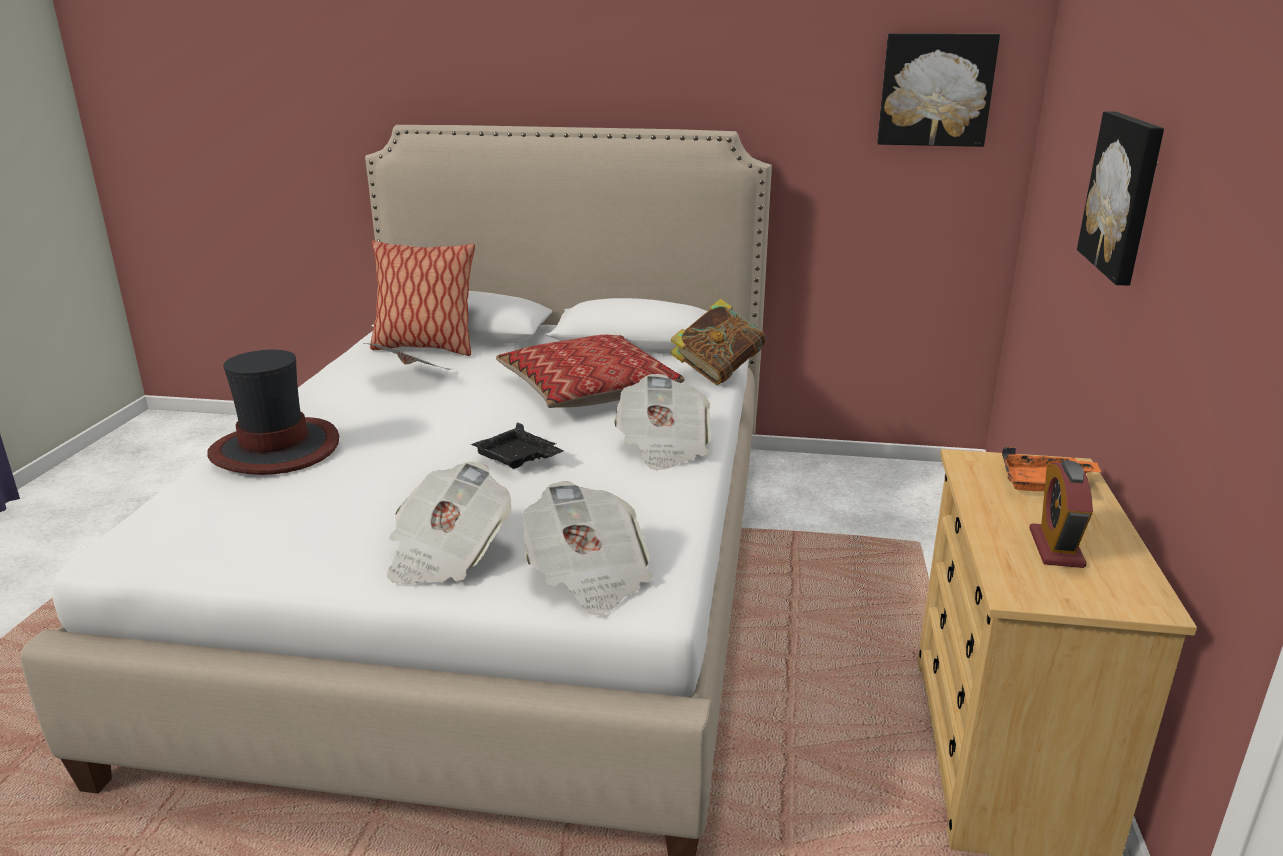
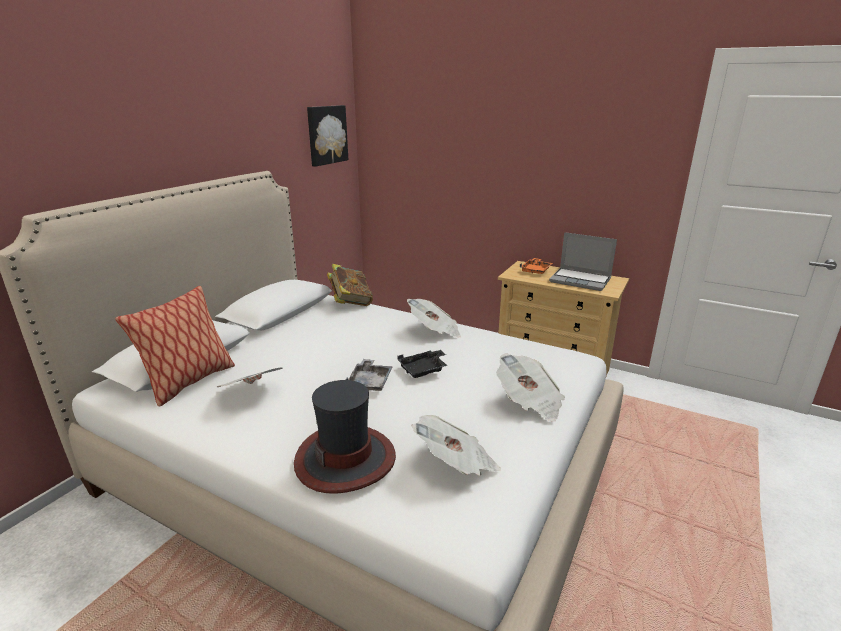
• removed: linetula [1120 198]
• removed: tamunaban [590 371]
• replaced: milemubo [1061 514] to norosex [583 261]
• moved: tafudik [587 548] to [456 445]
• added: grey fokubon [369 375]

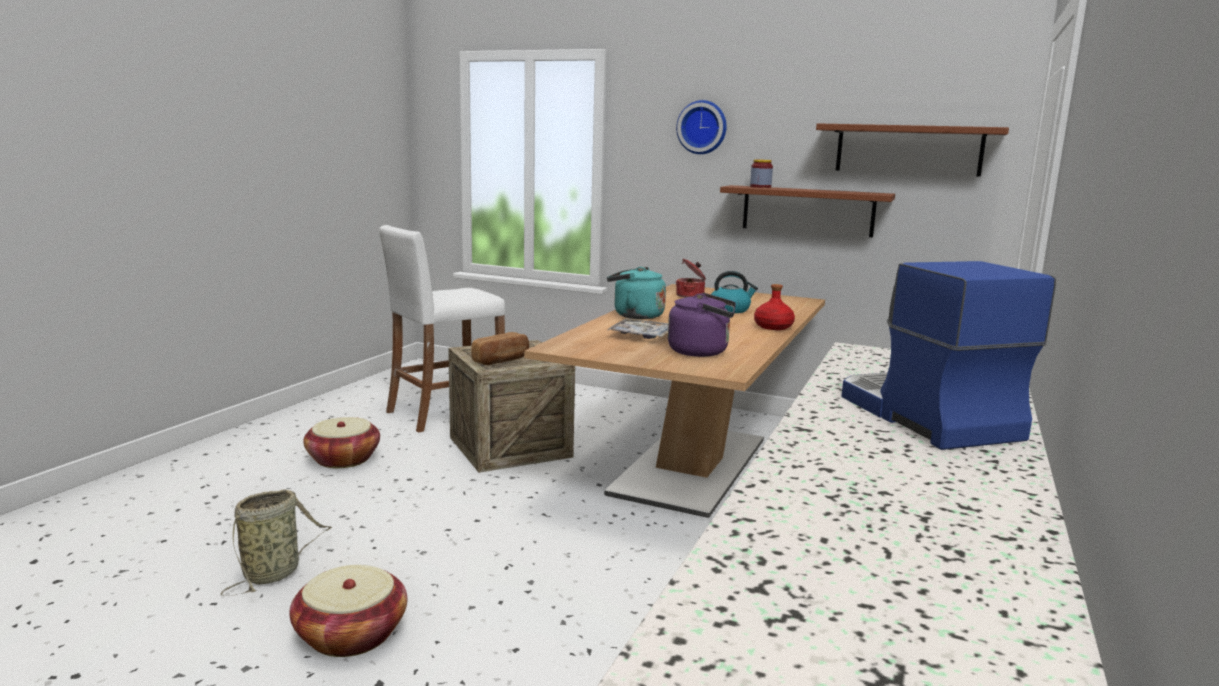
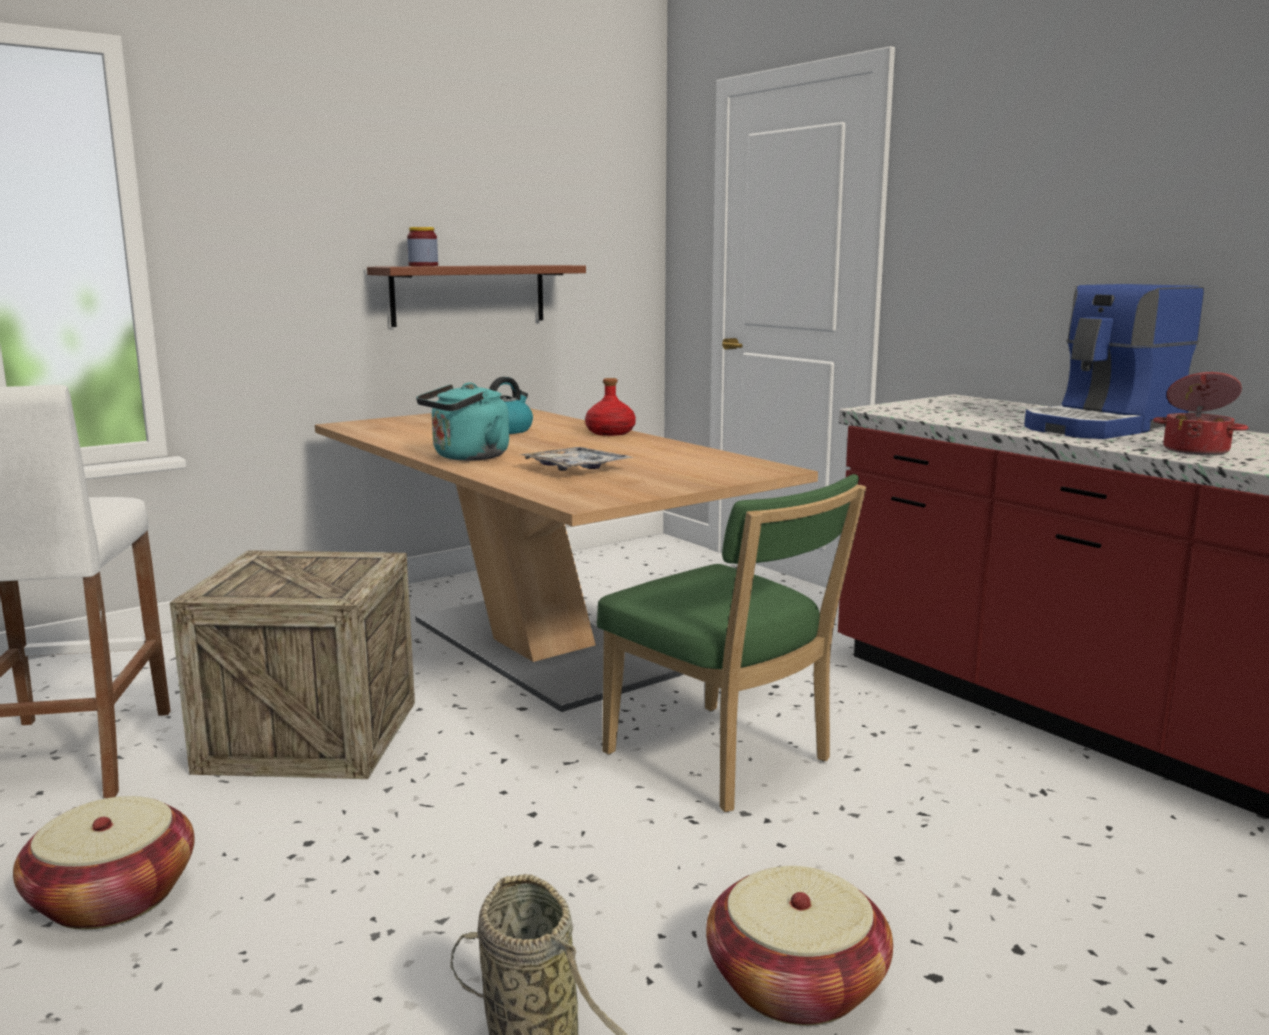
• removed: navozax [701 127]
• removed: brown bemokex [912 150]
• moved: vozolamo [691 278] to [1200 413]
• turned: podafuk [949 355] = [1114 361] 45 degrees counterclockwise
• removed: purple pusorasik [702 325]
• removed: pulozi [500 348]
• added: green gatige [731 643]

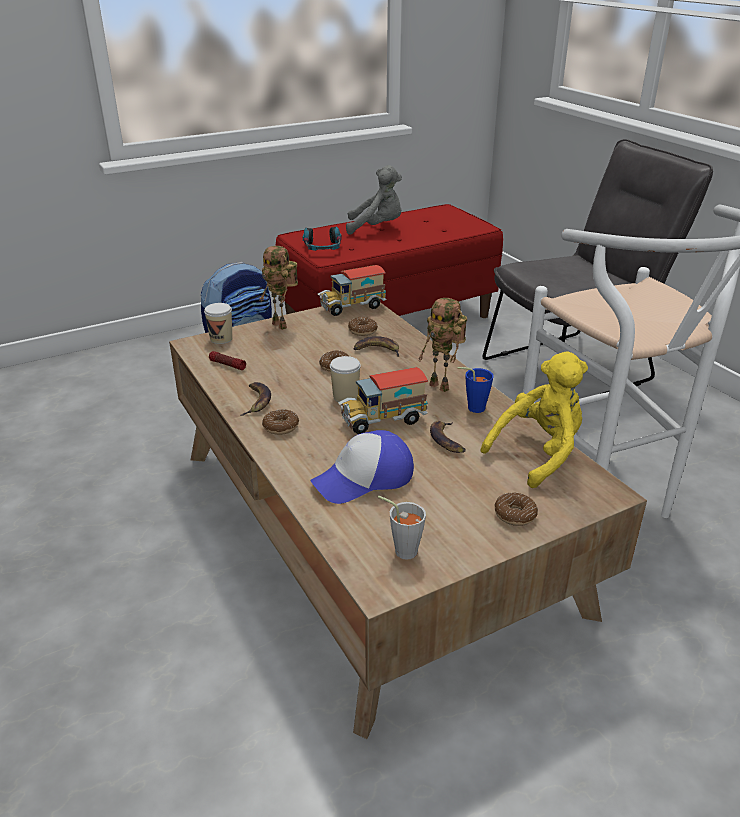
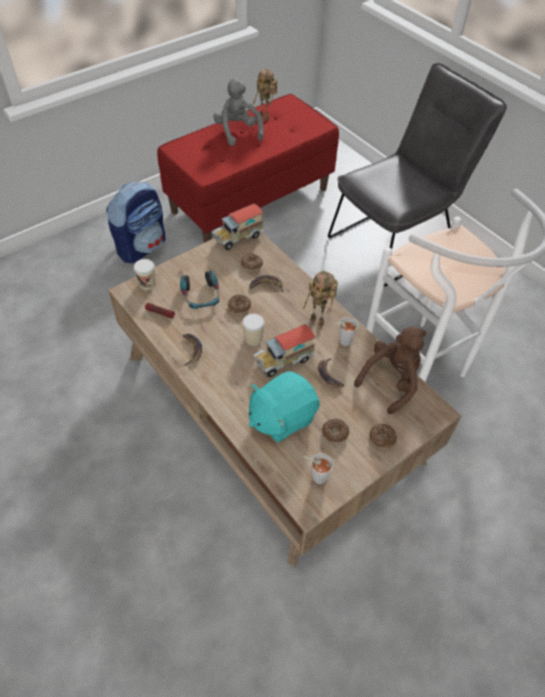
• turned: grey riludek [374 200] = [238 112] 105 degrees counterclockwise
• moved: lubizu [322 239] to [199 289]
• moved: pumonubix [278 288] to [265 95]
• recoloured: yellow riludek [534 419] to brown riludek [390 370]
• recoloured: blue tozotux [475 390] to grey tozotux [346 331]
• moved: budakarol [280 422] to [335 430]
• replaced: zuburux [362 467] to turquoise riludek [284 407]

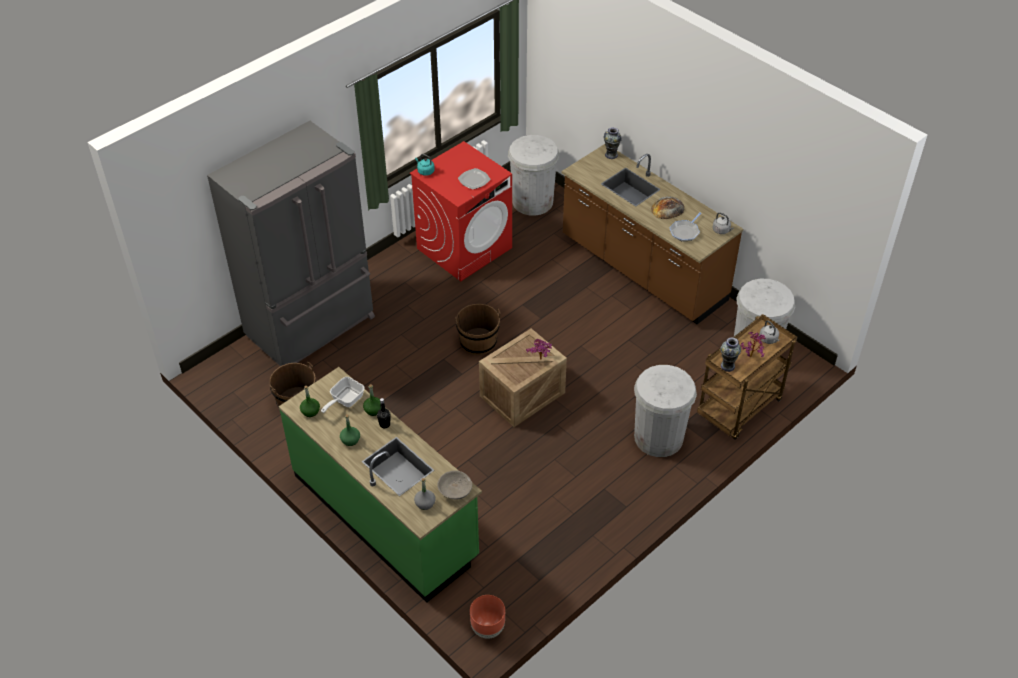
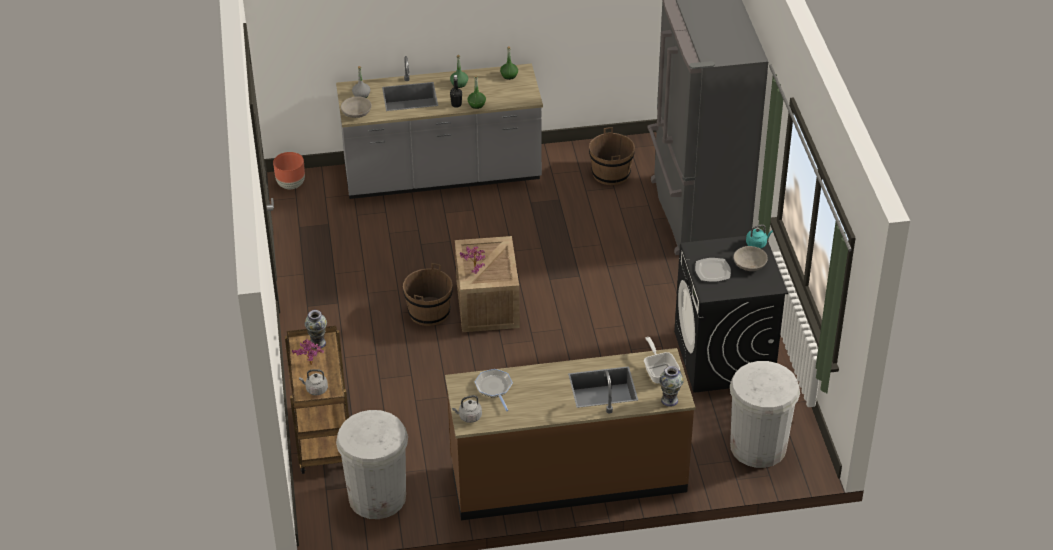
• recoloured: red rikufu [461 211] to black rikufu [731 314]
• removed: pulozi [668 207]
• moved: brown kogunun [477 329] to [428 294]
• removed: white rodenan [665 411]
• recoloured: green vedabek [380 485] to grey vedabek [439 127]
• moved: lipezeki [343 395] to [662 360]
• added: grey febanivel [750 258]

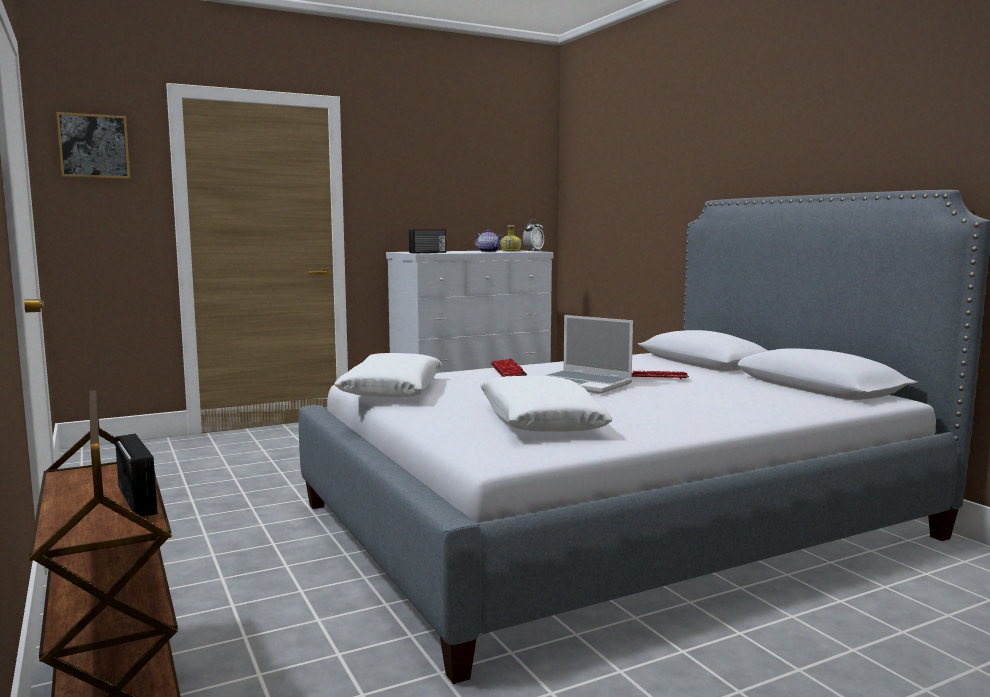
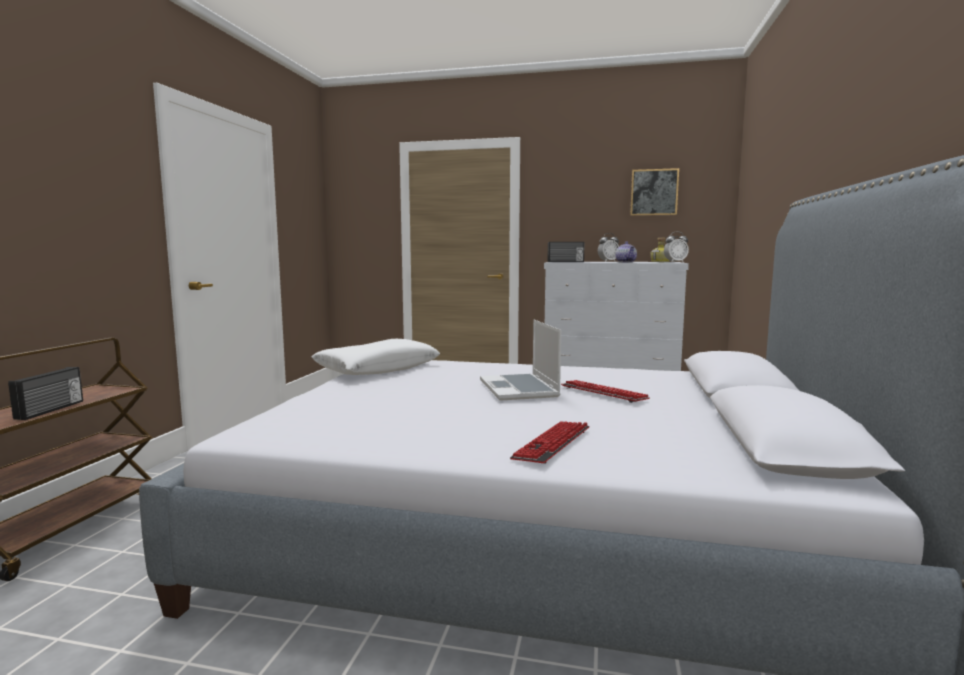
• moved: linetula [93 145] to [654 192]
• moved: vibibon [509 367] to [550 442]
• removed: white tamunaban [546 404]
• added: milemubo [608 247]

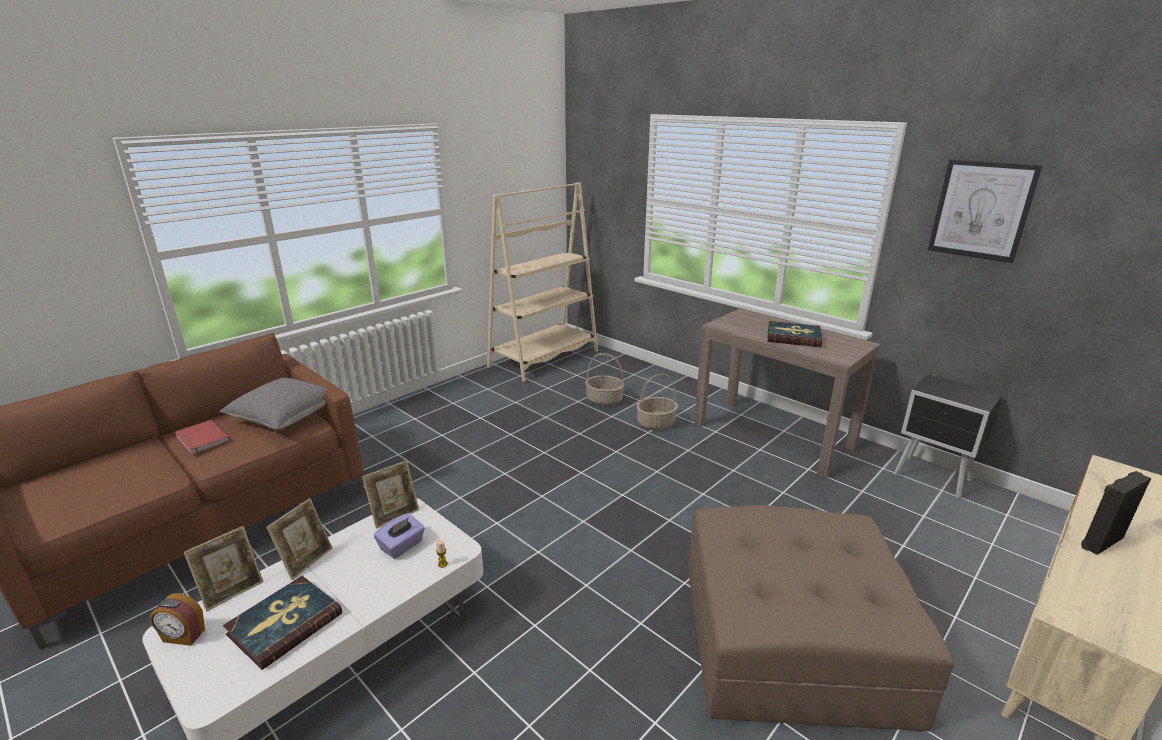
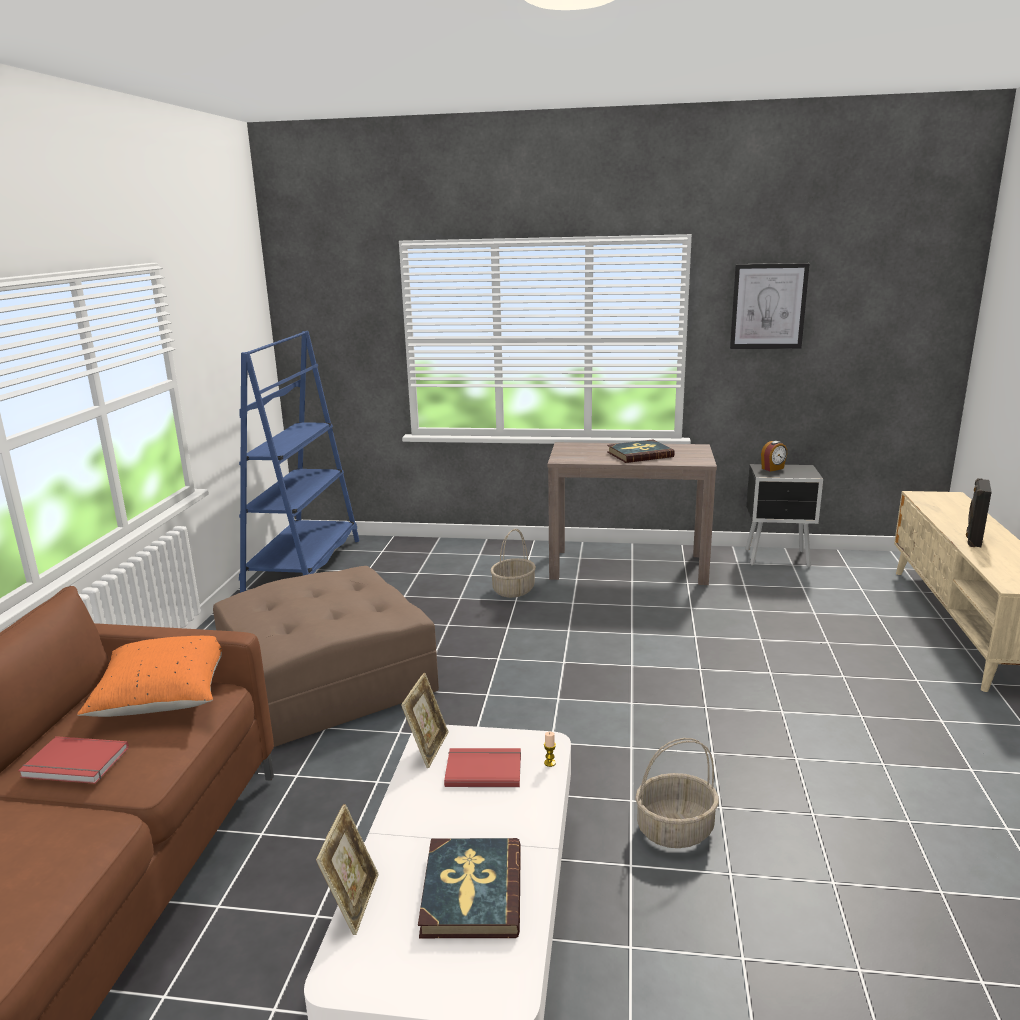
• recoloured: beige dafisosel [542 282] to blue dafisosel [299 462]
• moved: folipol [605 379] to [677 793]
• recoloured: grey tamunaban [273 404] to orange tamunaban [149 676]
• removed: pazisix [299 539]
• moved: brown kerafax [821 618] to [326 656]
• replaced: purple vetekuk [399 536] to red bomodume [482 767]
• moved: milemubo [177 619] to [774 456]

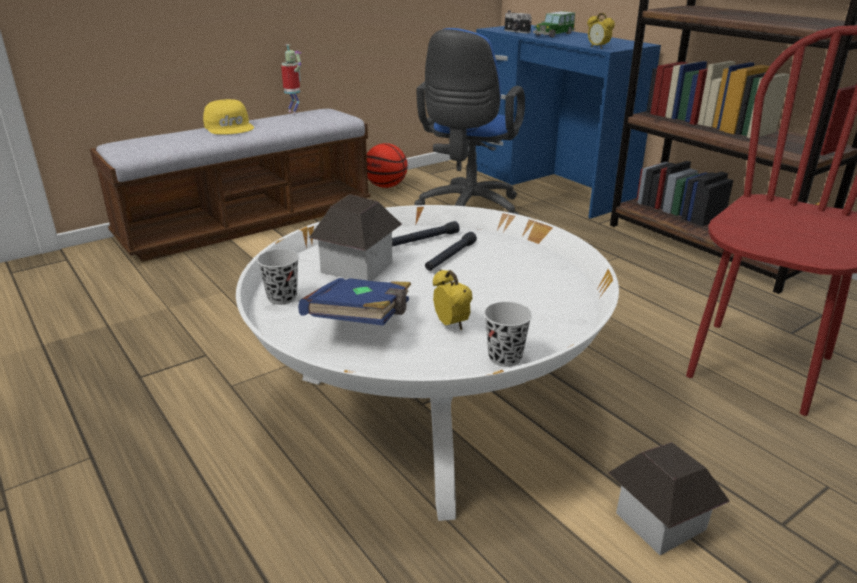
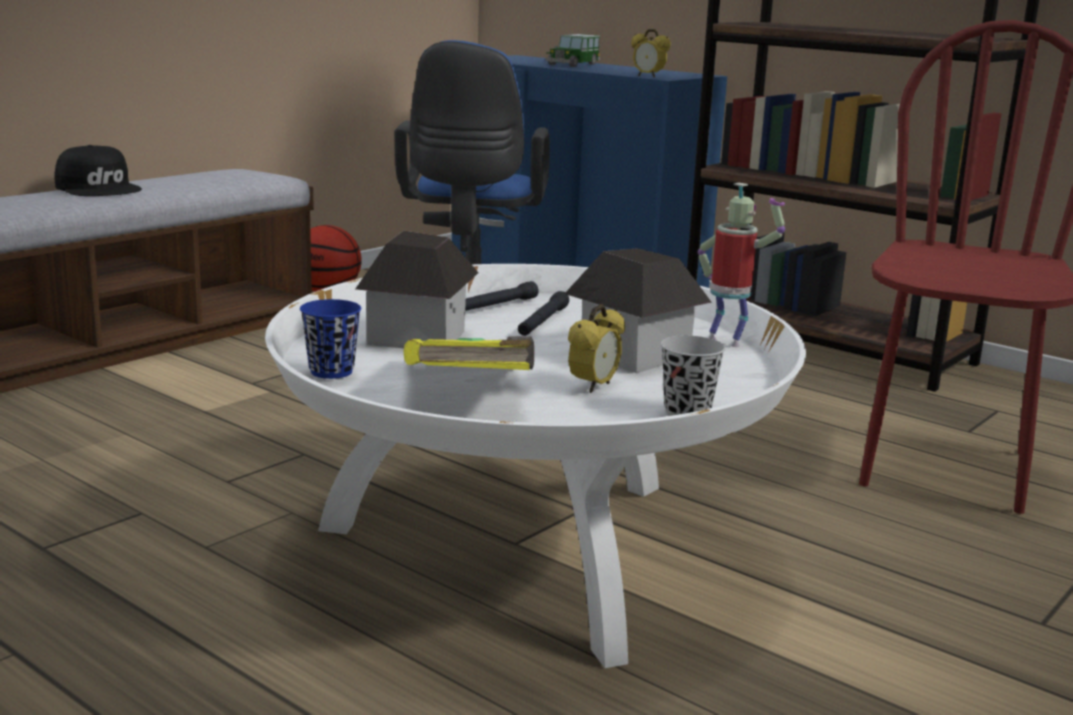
• removed: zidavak [518 22]
• moved: pumonubix [291 79] to [741 265]
• recoloured: yellow zuburux [228 117] to black zuburux [98 170]
• recoloured: black tozotux [278 277] to blue tozotux [330 339]
• turned: milemubo [452 299] = [596 348] 75 degrees clockwise
• recoloured: blue bomodume [354 302] to yellow bomodume [468 353]
• moved: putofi [669 498] to [638 310]

